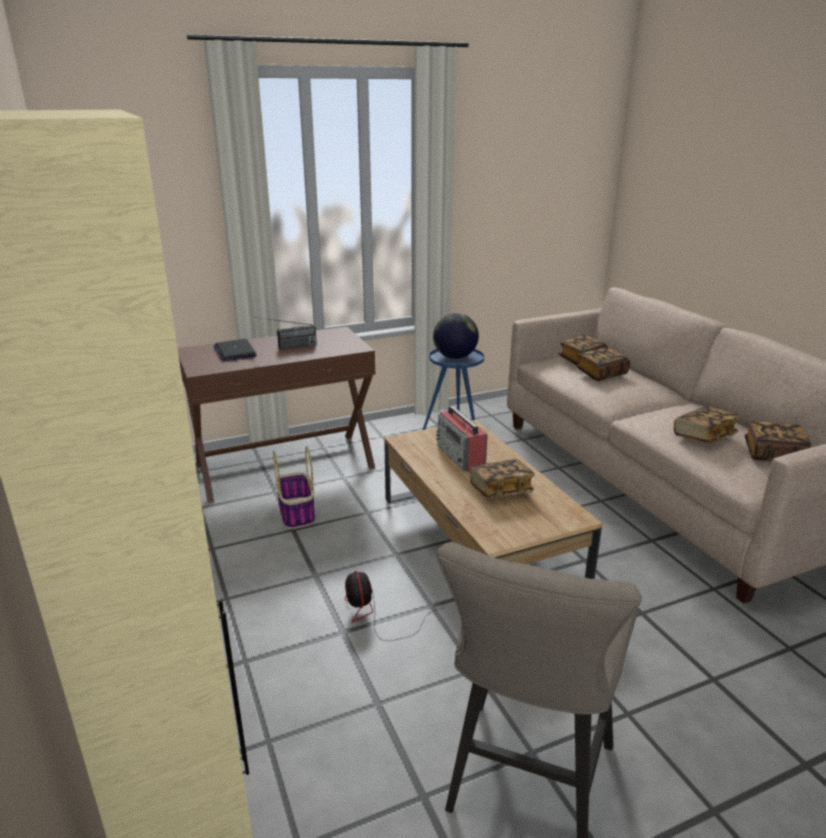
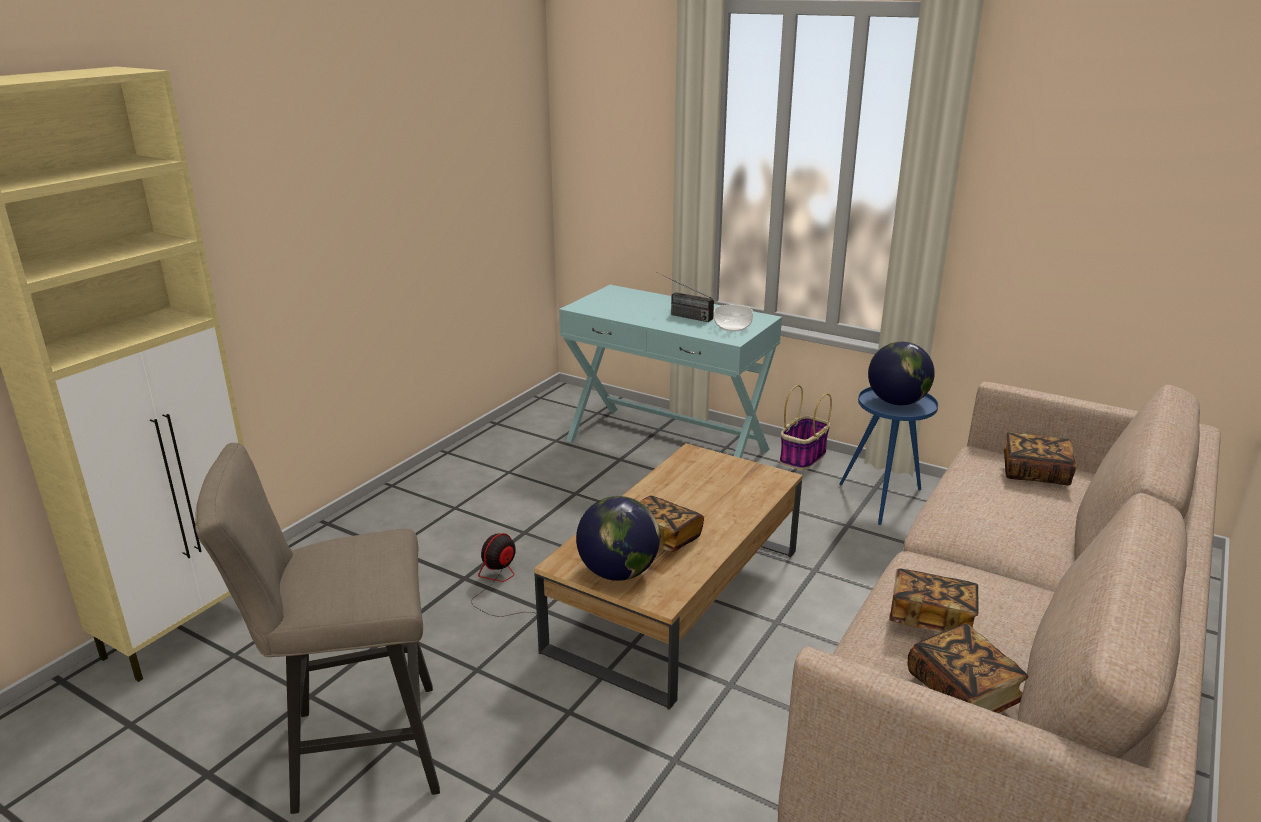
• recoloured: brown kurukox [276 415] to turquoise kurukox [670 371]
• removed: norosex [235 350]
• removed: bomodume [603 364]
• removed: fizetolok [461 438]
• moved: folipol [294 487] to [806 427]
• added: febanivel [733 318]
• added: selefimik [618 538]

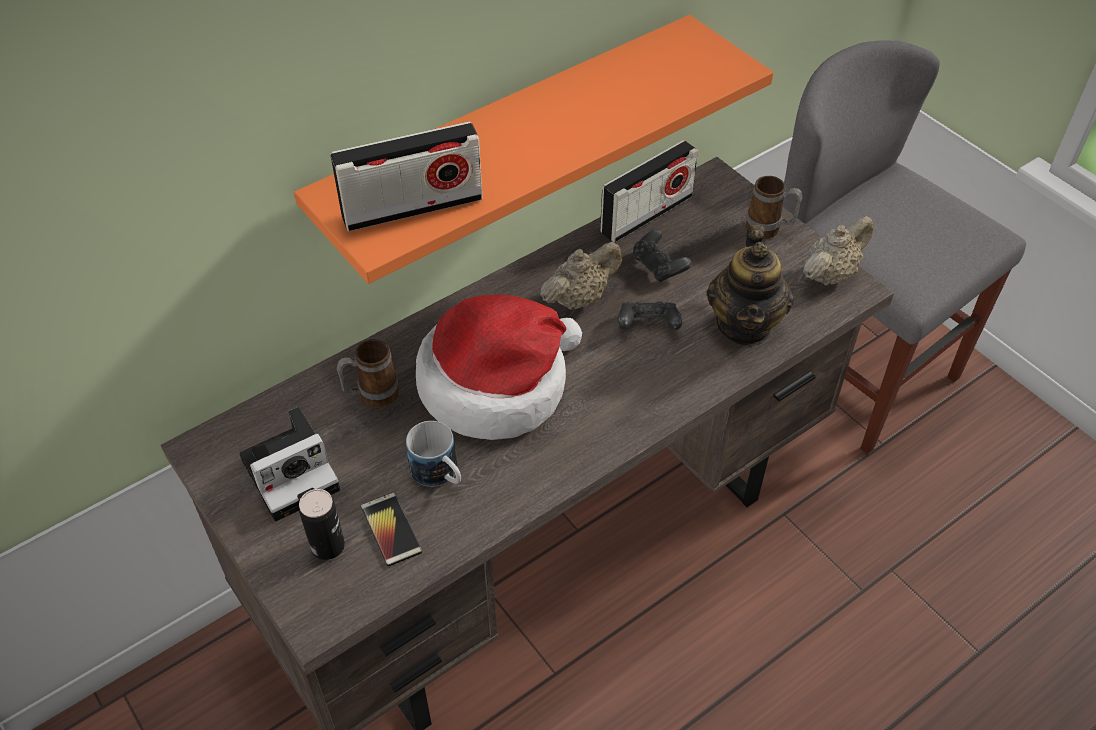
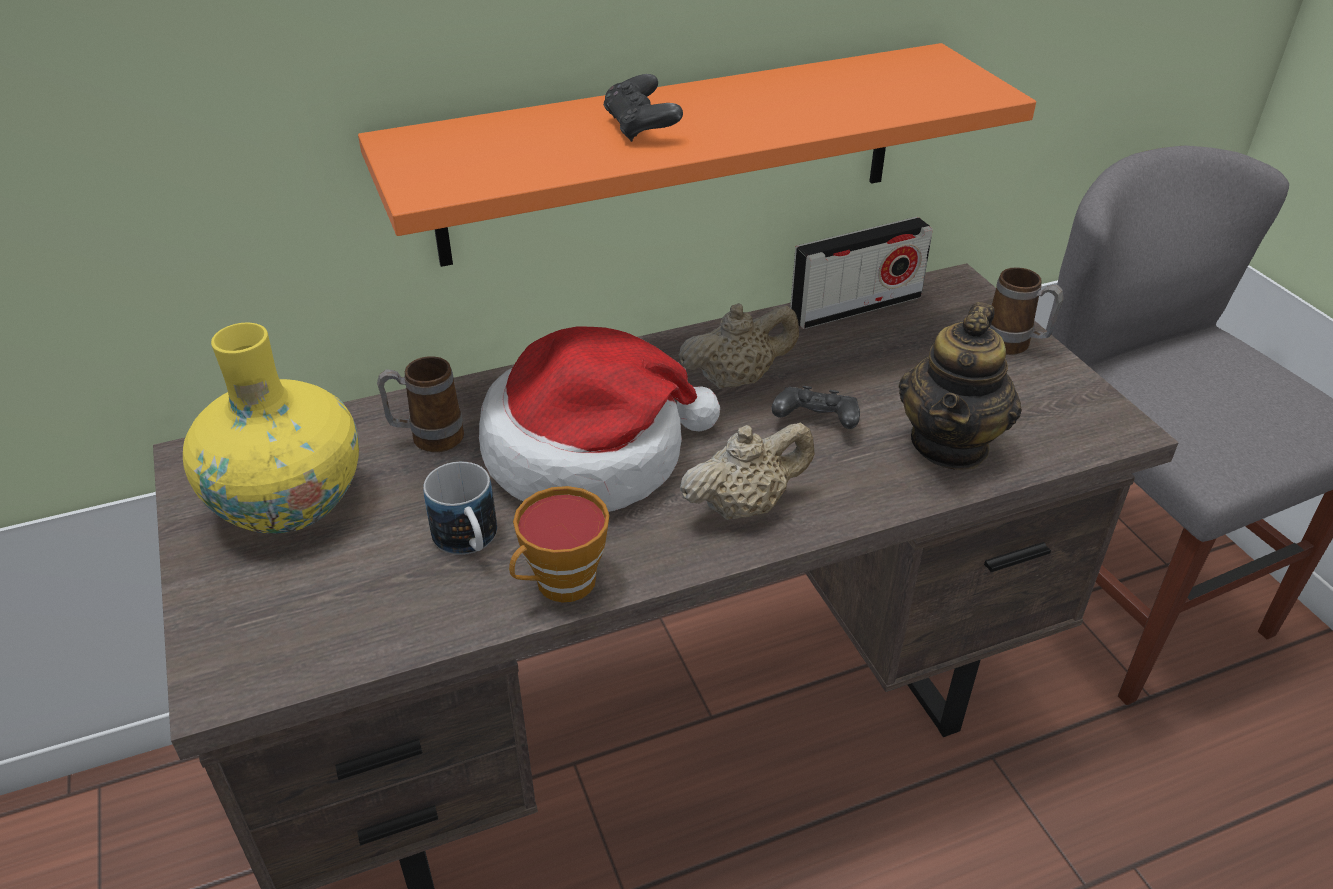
• removed: fizetolok [406 176]
• moved: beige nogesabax [838 251] to [747 471]
• moved: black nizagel [662 255] to [643 108]
• replaced: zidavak [289 464] to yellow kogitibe [271 428]
• removed: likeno [322 524]
• removed: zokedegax [392 529]
• added: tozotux [559 544]

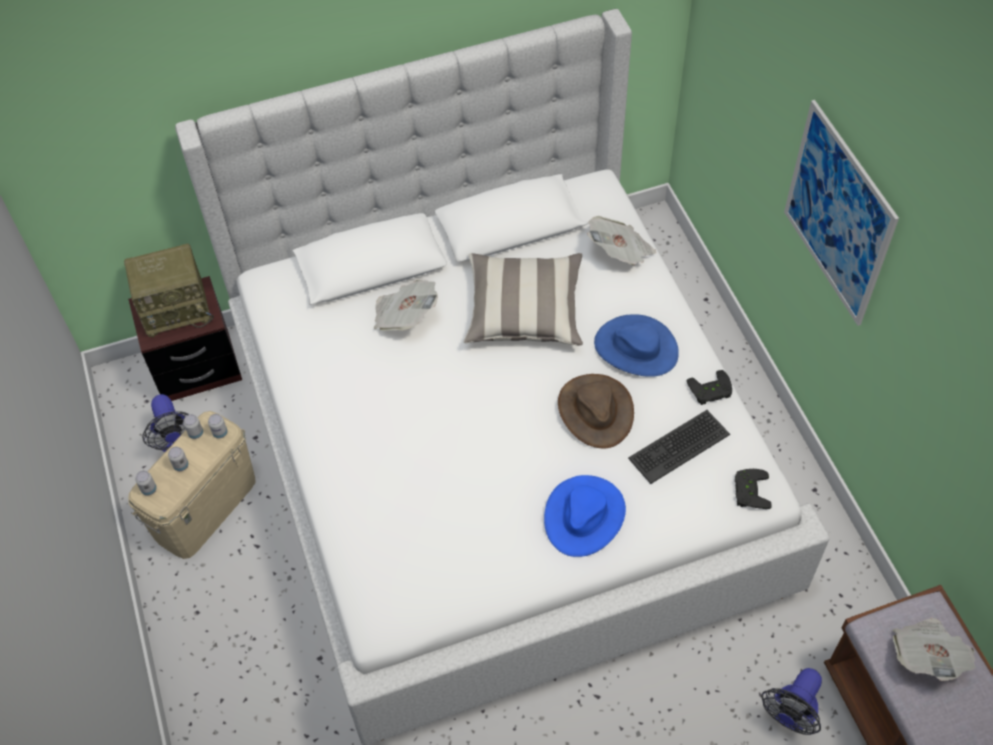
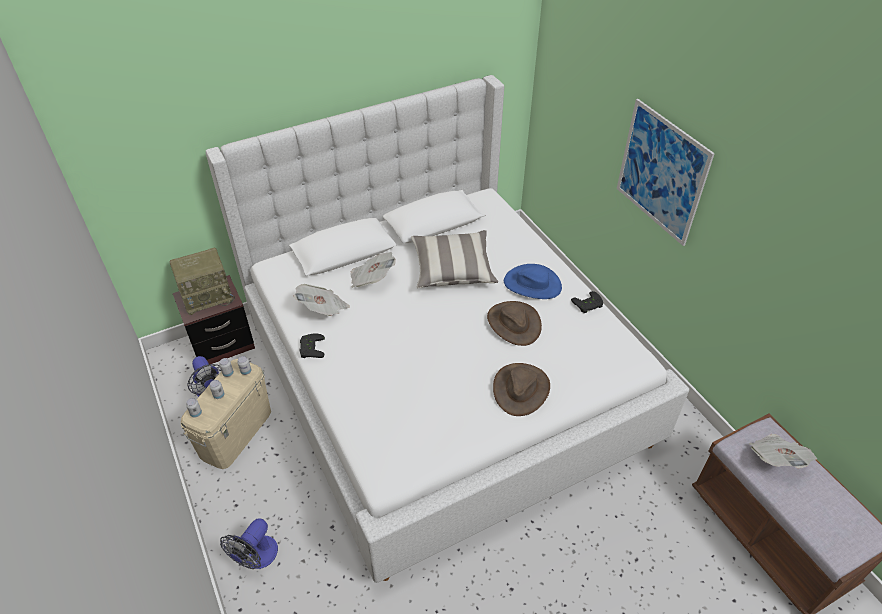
• moved: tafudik [621 240] to [321 300]
• removed: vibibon [679 447]
• moved: black nizagel [753 489] to [312 346]
• recoloured: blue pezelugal [585 516] to brown pezelugal [521 389]
• moved: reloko [791 701] to [249 543]

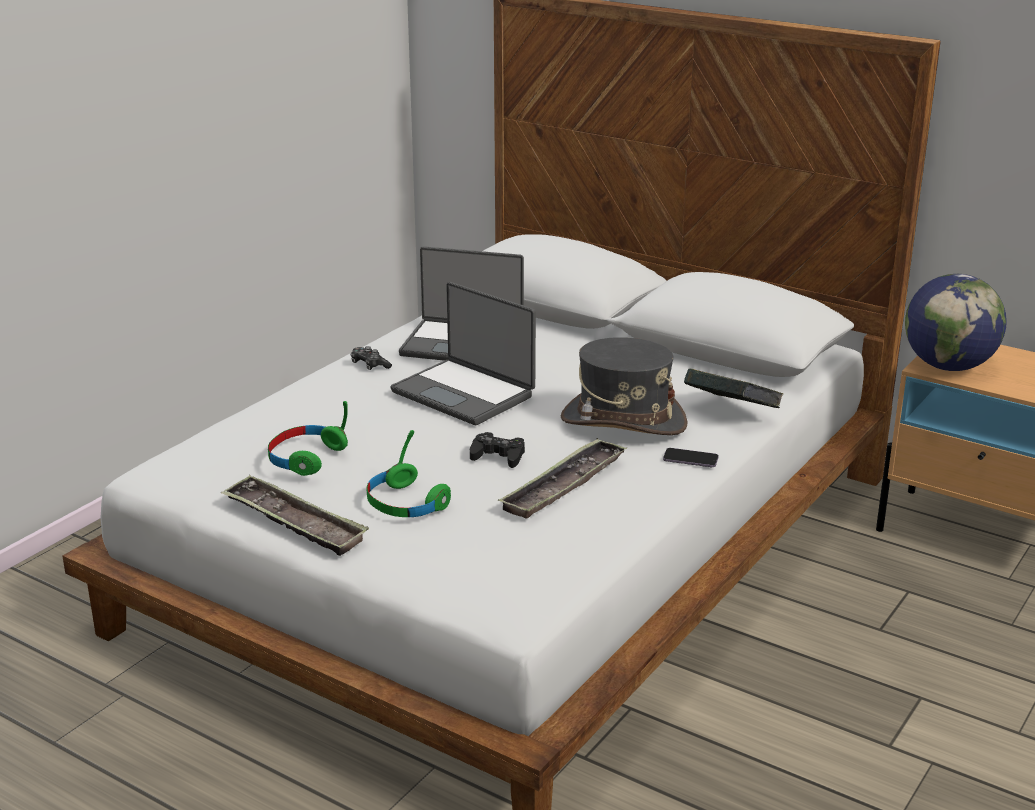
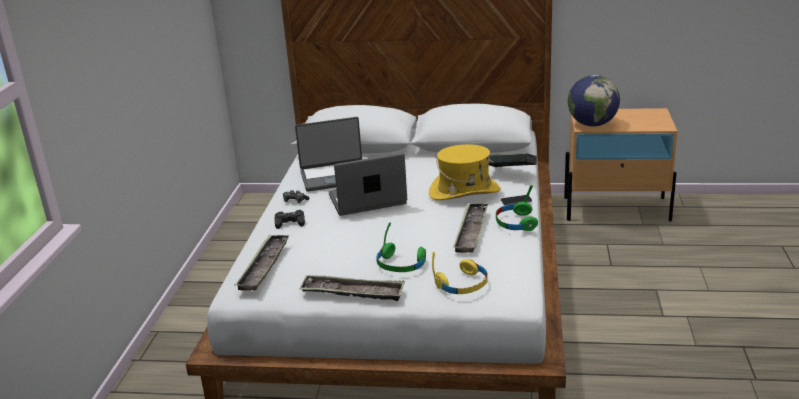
• turned: norosex [463 353] = [368 184] 150 degrees clockwise
• recoloured: grey pezelugal [624 386] to yellow pezelugal [464 172]
• moved: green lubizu [308 438] to [517 208]
• moved: black nizagel [497 450] to [290 219]
• added: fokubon [262 262]
• added: yellow lubizu [460 273]

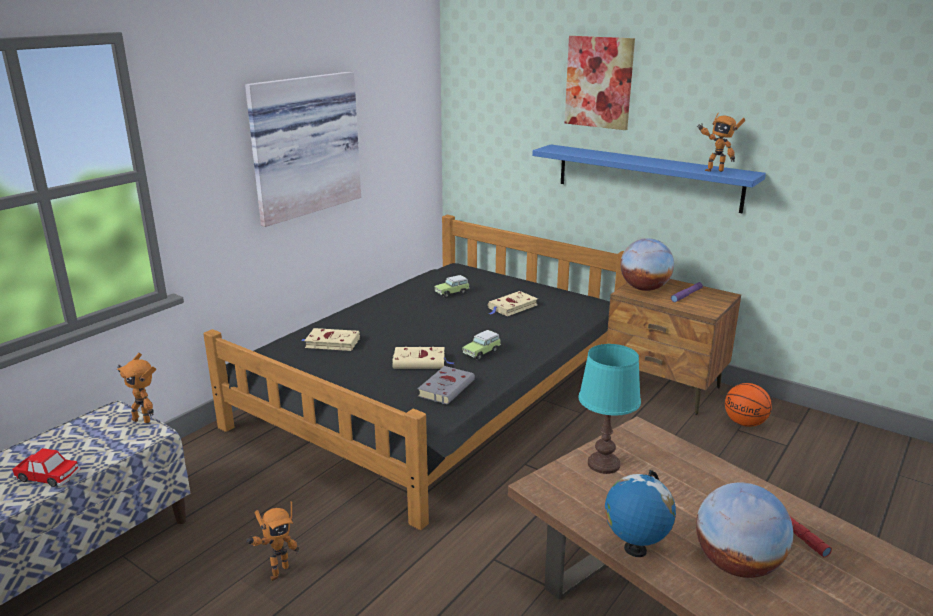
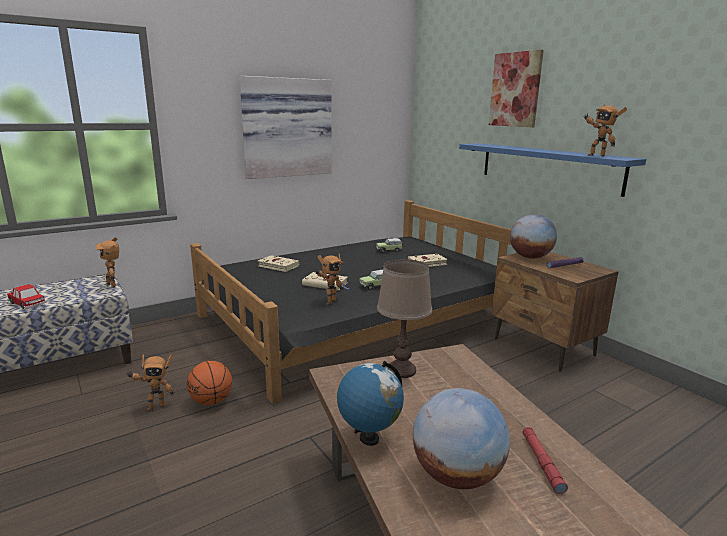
• recoloured: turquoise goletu [610 409] to brown goletu [404 318]
• replaced: grey bomodume [446 385] to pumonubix [329 279]
• moved: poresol [748 405] to [209 383]

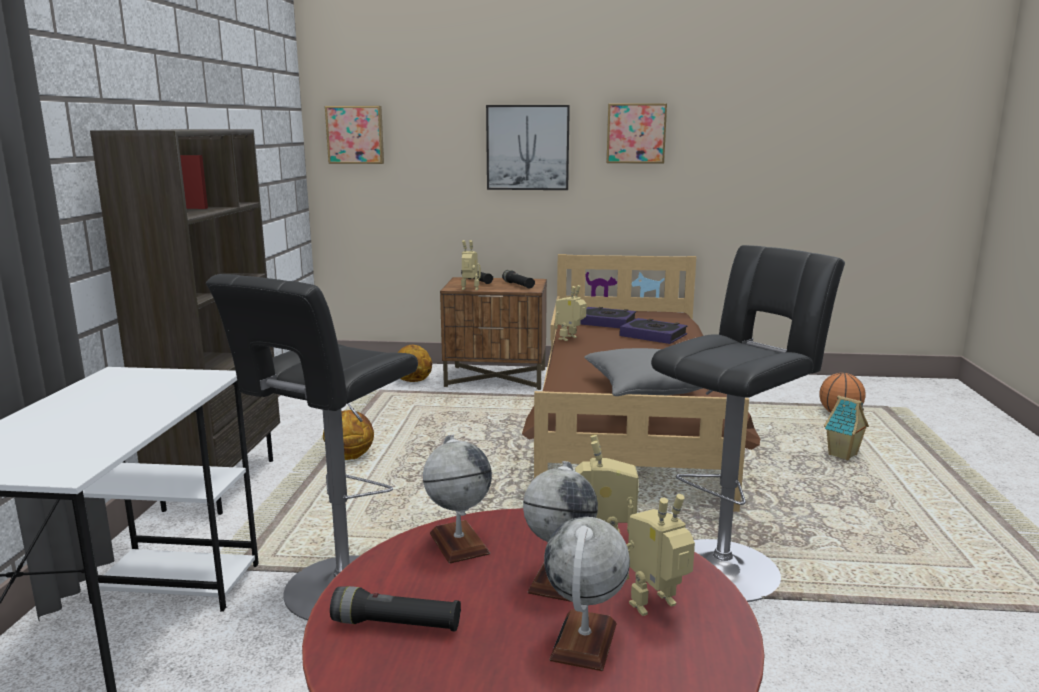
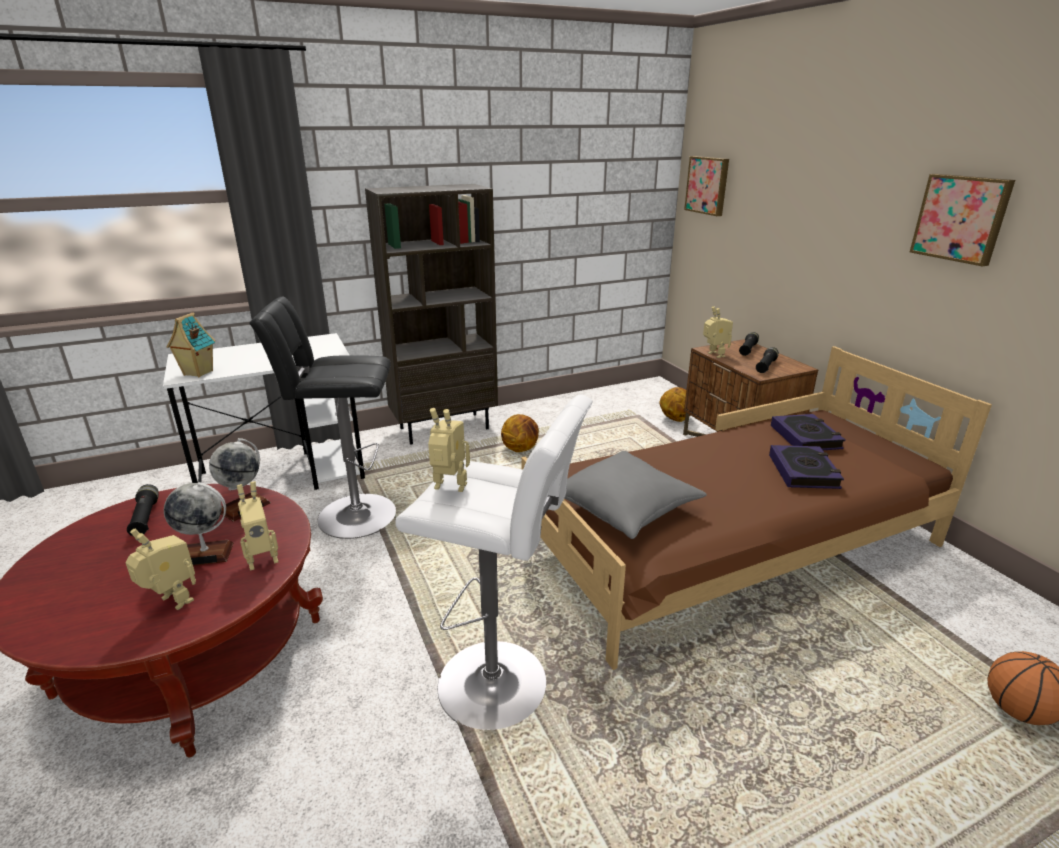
• removed: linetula [528 147]
• recoloured: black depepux [748 423] to white depepux [494 562]
• moved: pumonubix [570 313] to [449 450]
• moved: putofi [846 427] to [191 345]
• removed: selefimik [587 594]

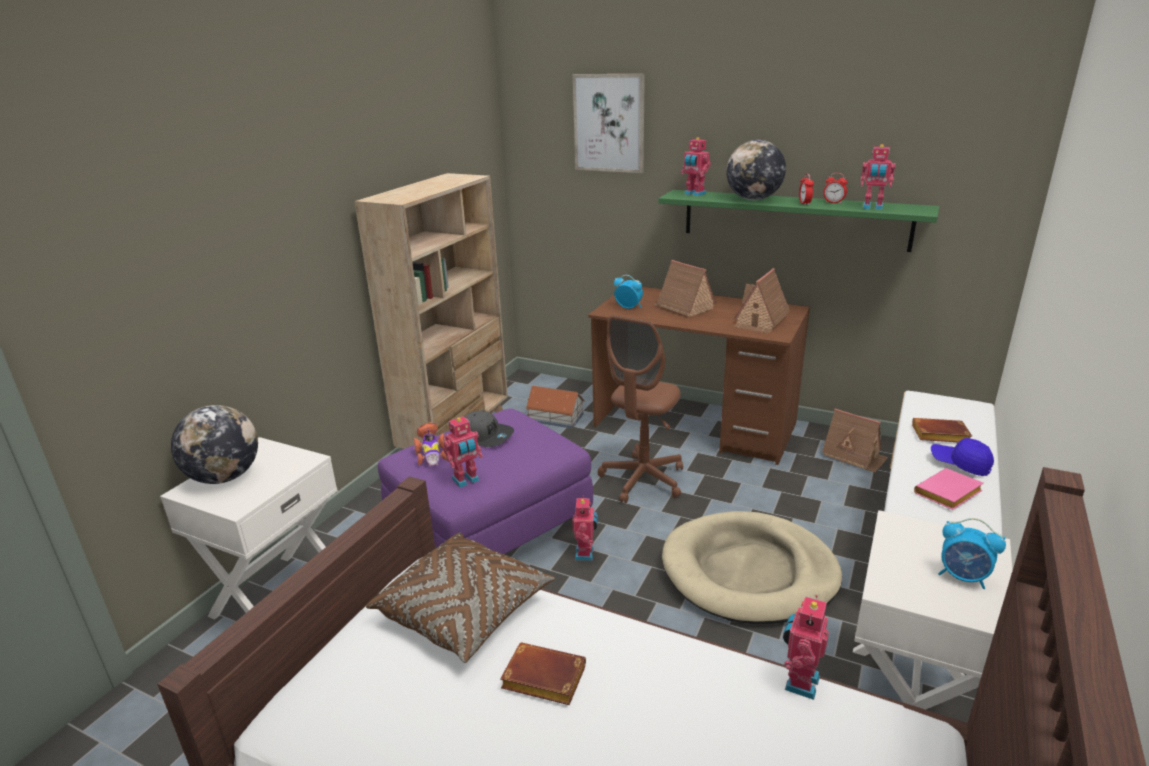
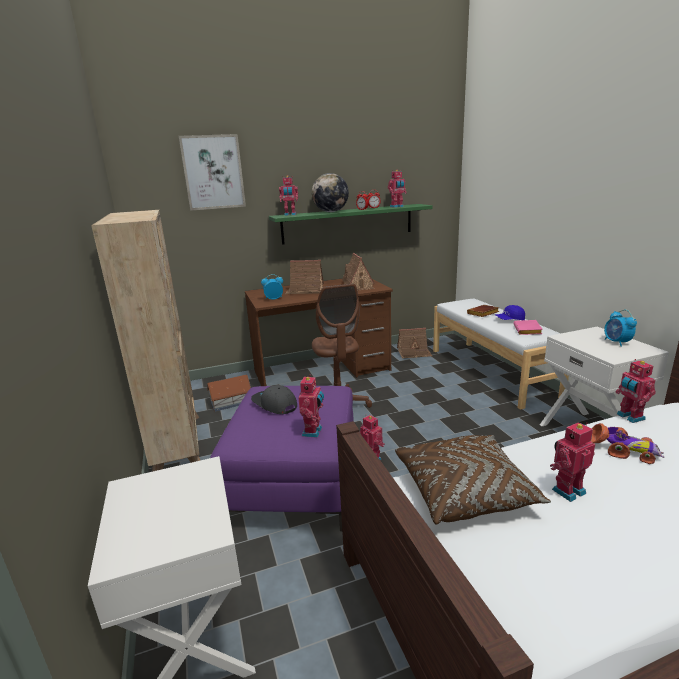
• removed: selefimik [214 444]
• turned: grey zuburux [489 429] = [274 399] 120 degrees counterclockwise
• moved: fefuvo [430 444] to [627 443]
• removed: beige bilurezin [752 567]
• turned: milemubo [972 553] = [620 328] 90 degrees clockwise
• replaced: brown bomodume [543 673] to pumonubix [572 462]

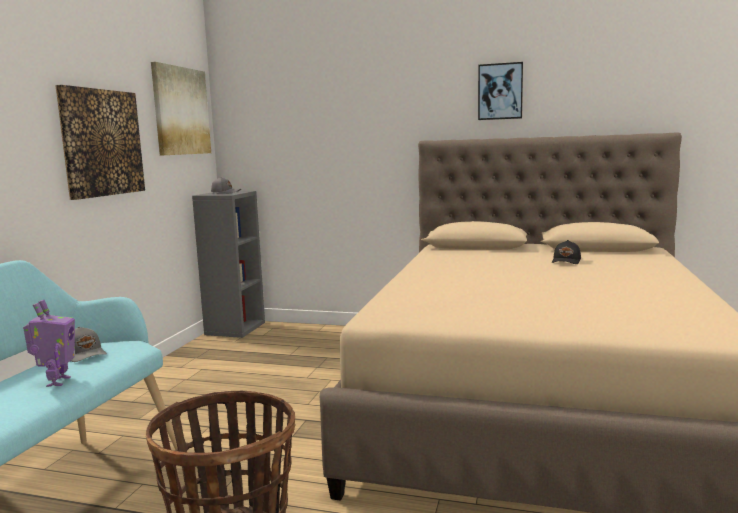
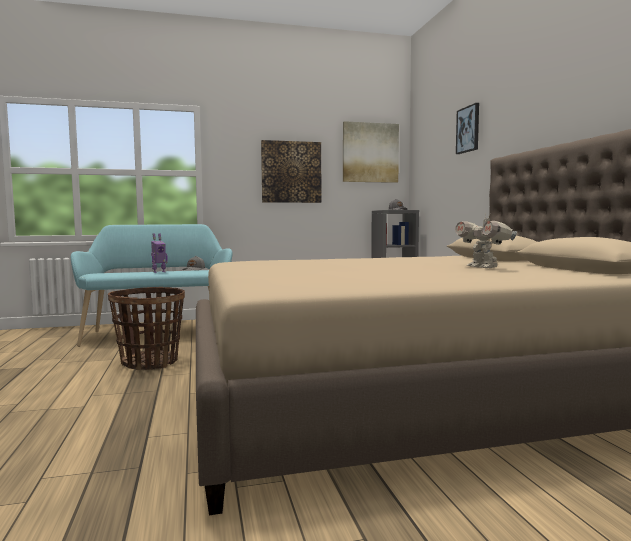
• moved: linetula [500 91] to [467 128]
• replaced: black zuburux [566 252] to pumonubix [486 241]

